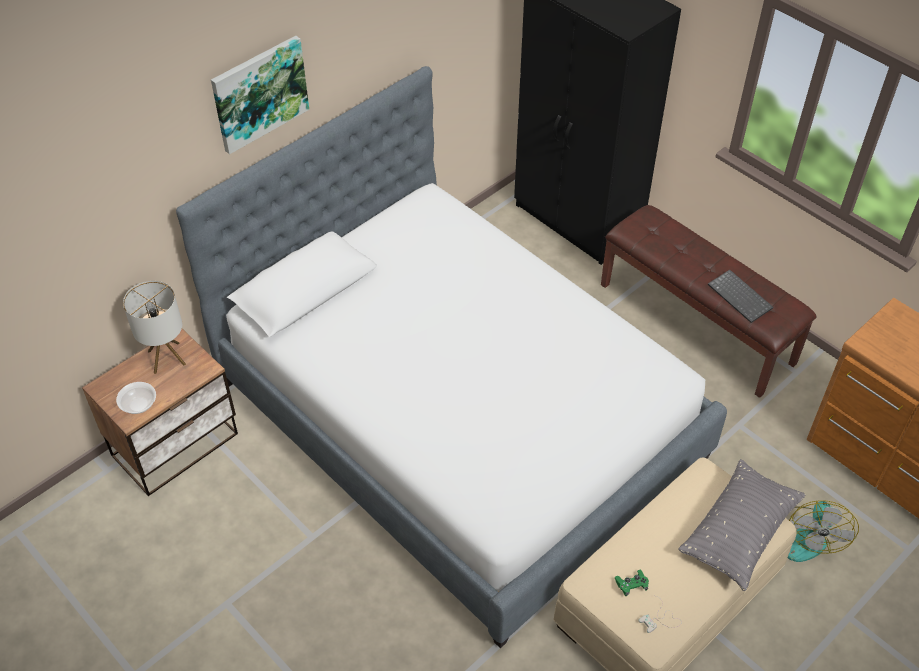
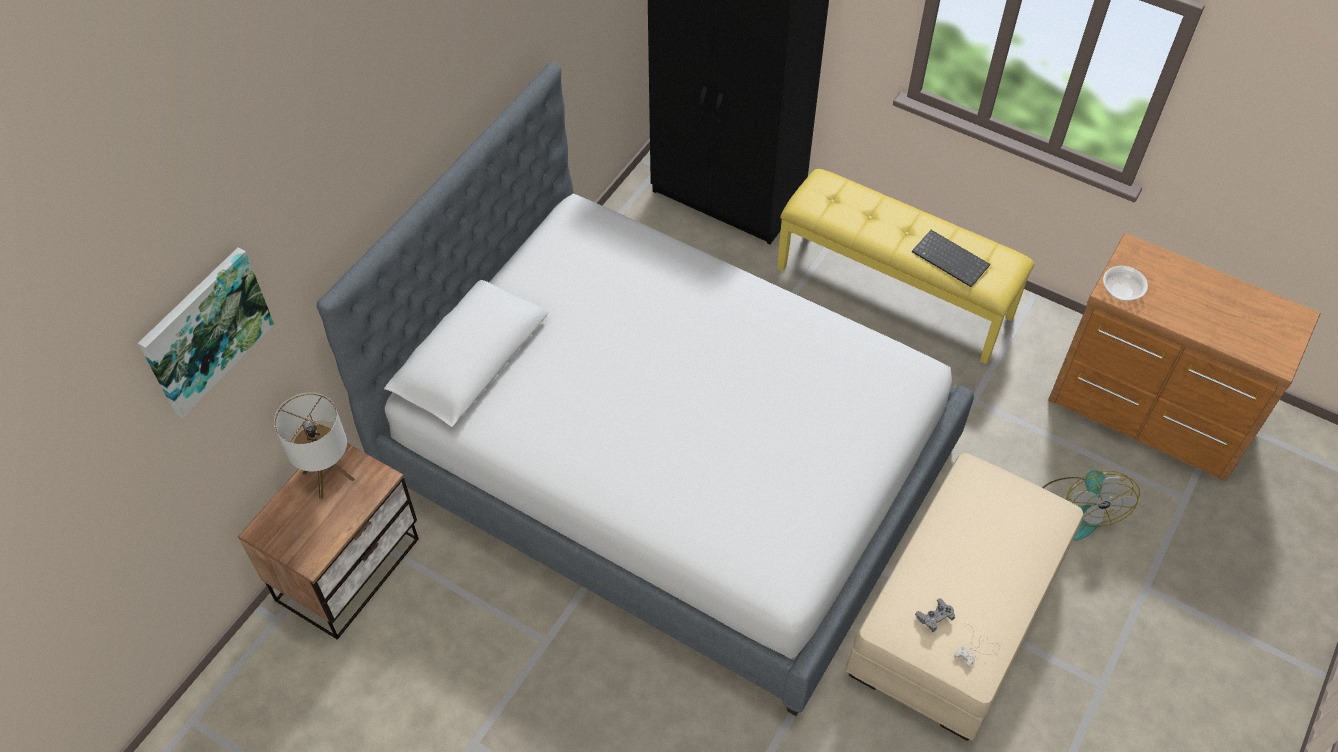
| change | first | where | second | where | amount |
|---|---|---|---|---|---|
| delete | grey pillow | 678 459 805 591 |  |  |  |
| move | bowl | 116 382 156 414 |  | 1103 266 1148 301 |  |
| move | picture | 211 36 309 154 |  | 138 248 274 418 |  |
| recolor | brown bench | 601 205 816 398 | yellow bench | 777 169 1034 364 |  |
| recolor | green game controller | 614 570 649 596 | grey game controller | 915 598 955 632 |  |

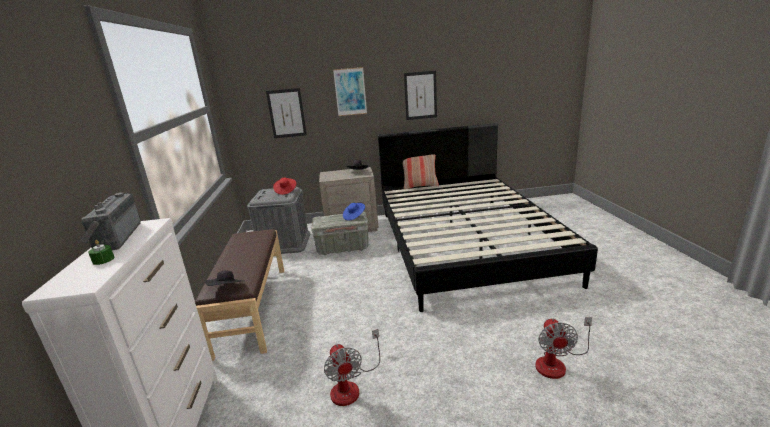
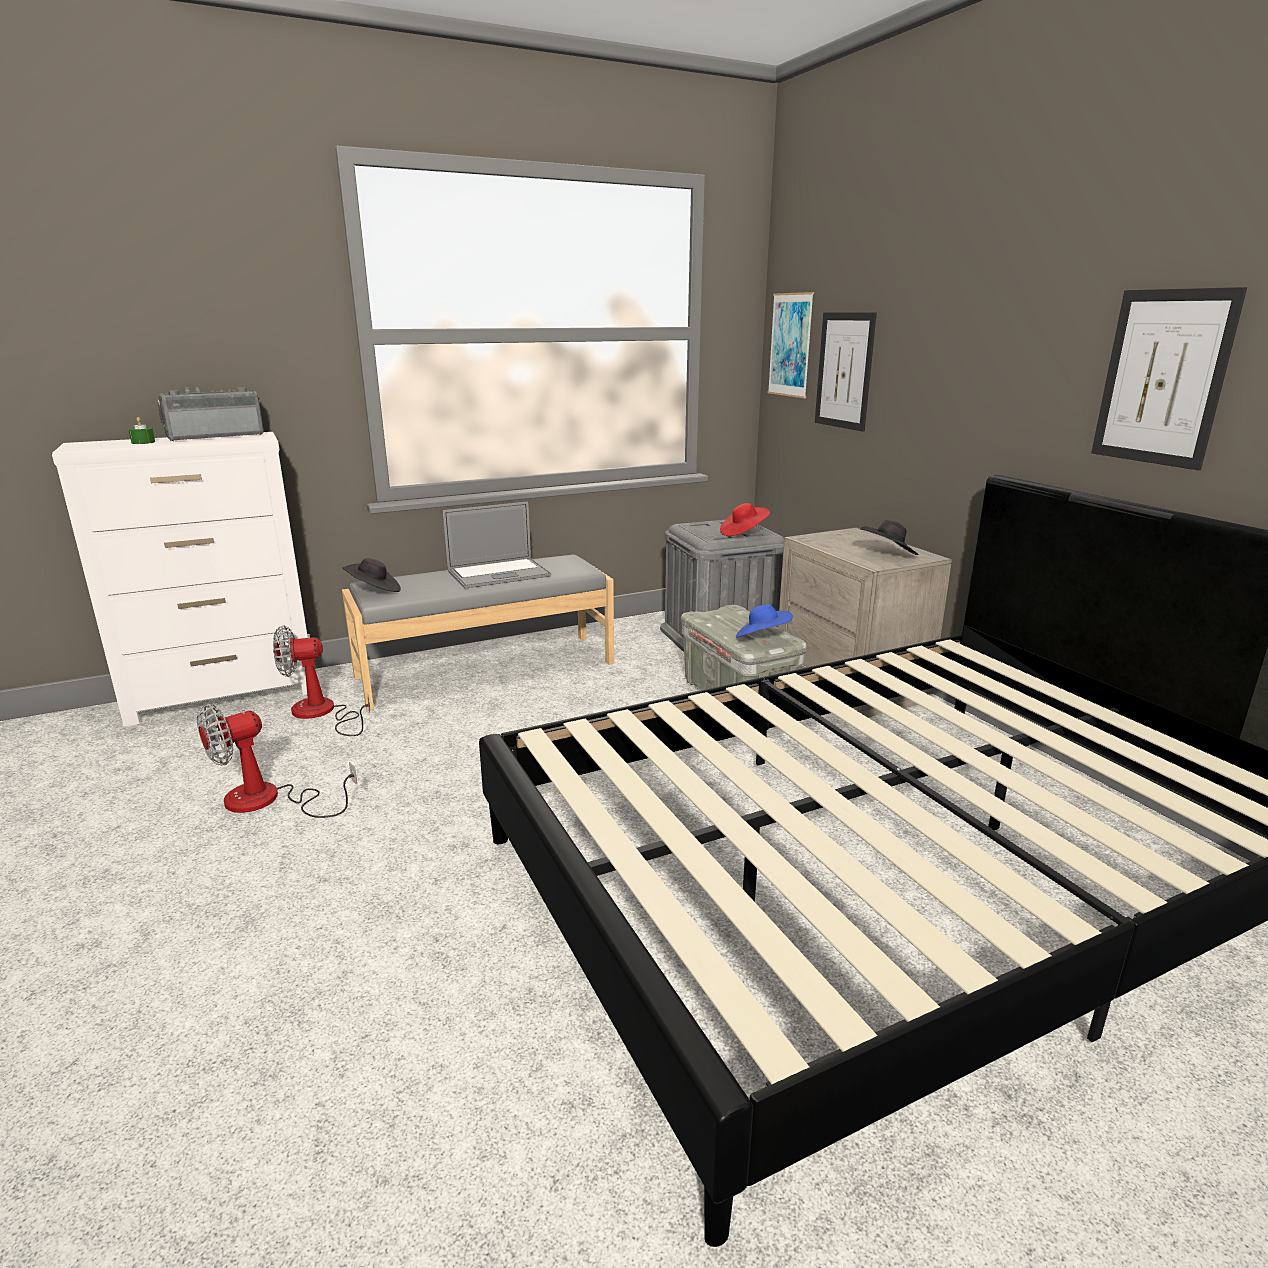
| change | first | where | second | where | amount |
|---|---|---|---|---|---|
| delete | pillow | 403 154 439 189 |  |  |  |
| insert |  |  | laptop | 443 502 551 589 |  |
| move | picture | 333 67 367 116 |  | 767 292 814 398 |  |
| move | fan | 535 317 592 379 |  | 273 625 370 736 |  |
| recolor | brown bench | 195 229 284 361 | grey bench | 342 554 614 711 |  |

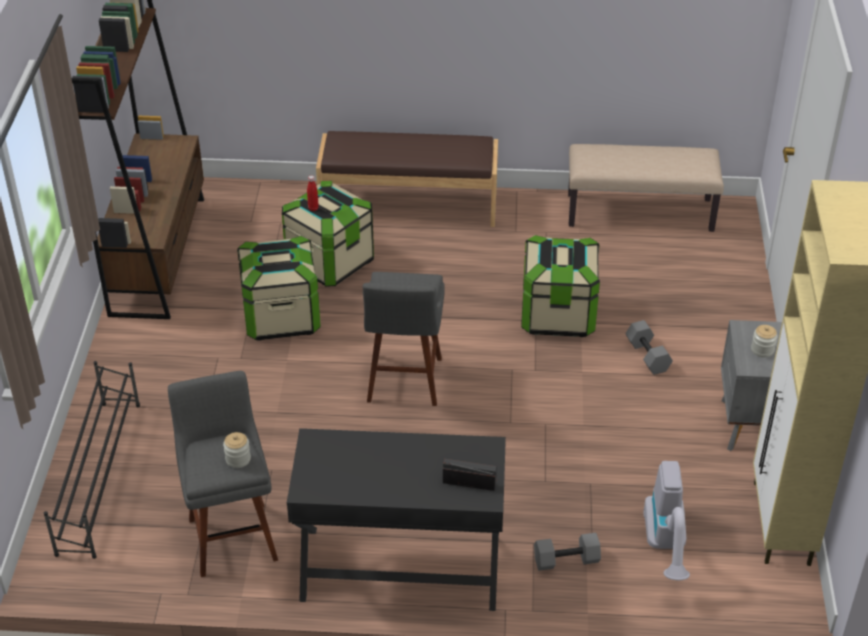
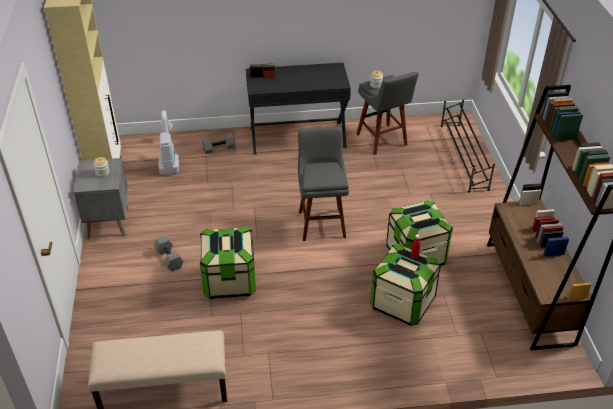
| change | first | where | second | where | amount |
|---|---|---|---|---|---|
| delete | brown bench | 316 131 498 227 |  |  |  |

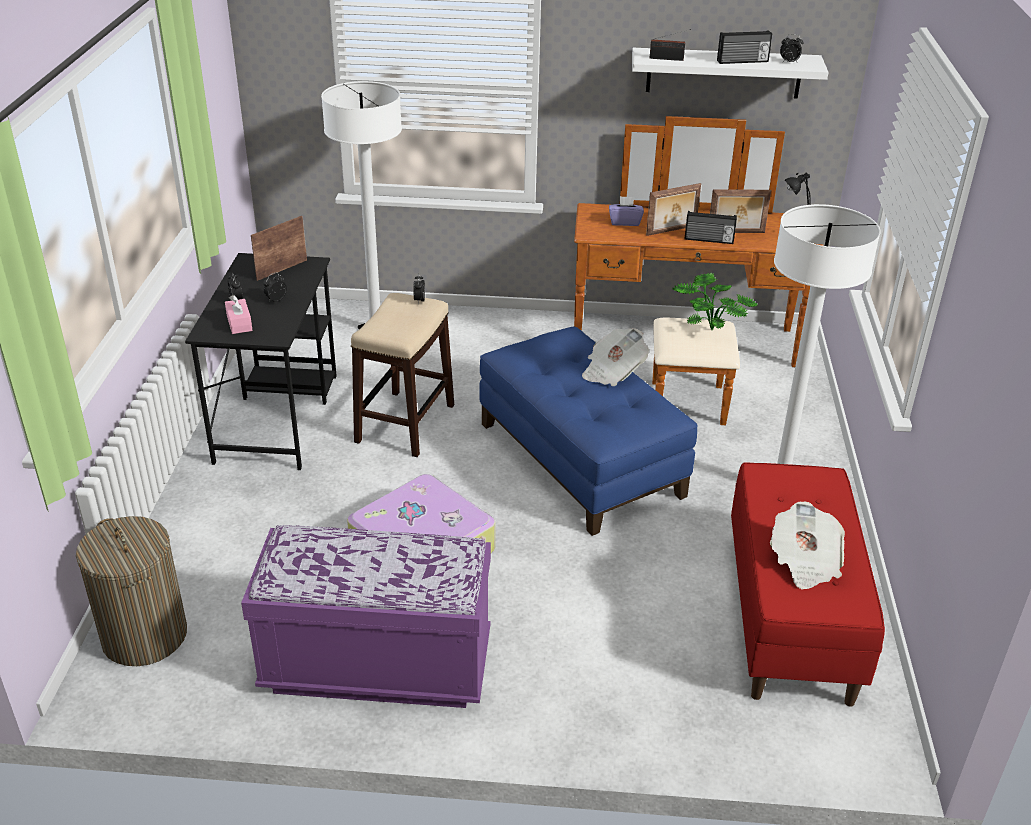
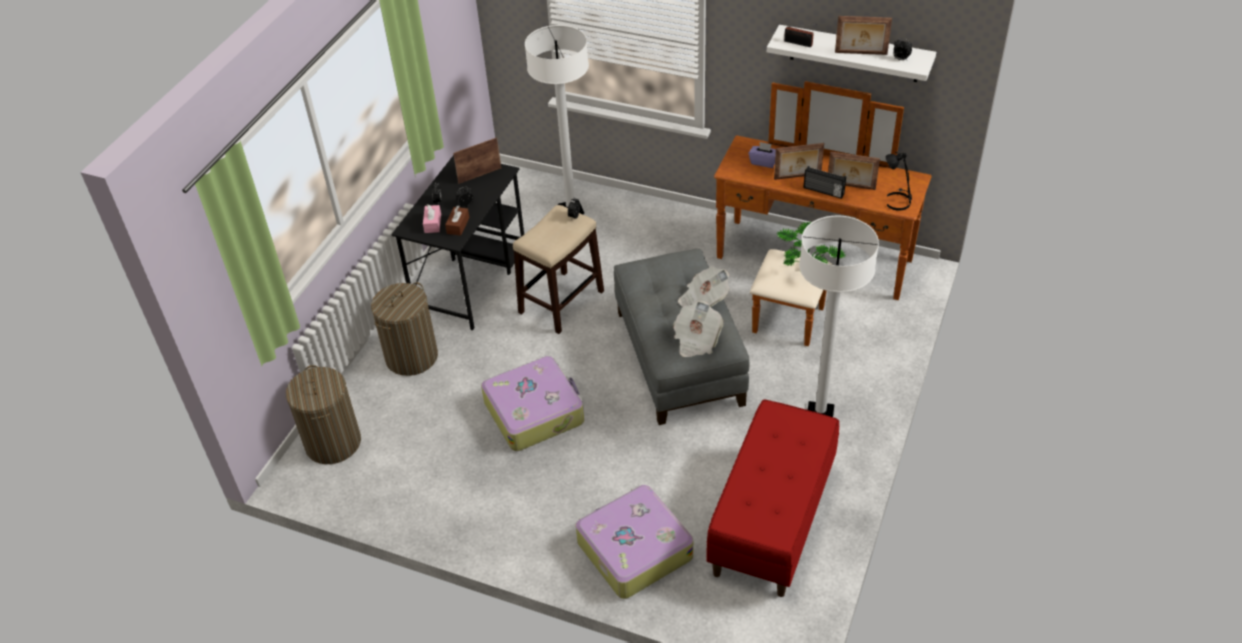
| change | first | where | second | where | amount |
|---|---|---|---|---|---|
| delete | purple bench | 241 525 491 708 |  |  |  |
| insert |  |  | laundry basket | 371 282 438 376 |  |
| insert |  |  | brown tissue box | 445 205 469 236 |  |
| insert |  |  | suitcase | 576 485 693 599 |  |
| move | newspaper | 770 501 845 590 |  | 673 301 723 357 |  |
| replace | radio | 717 30 772 64 | picture frame | 835 16 892 55 |  |
| recolor | blue ottoman | 480 327 697 536 | grey ottoman | 614 249 749 425 |  |

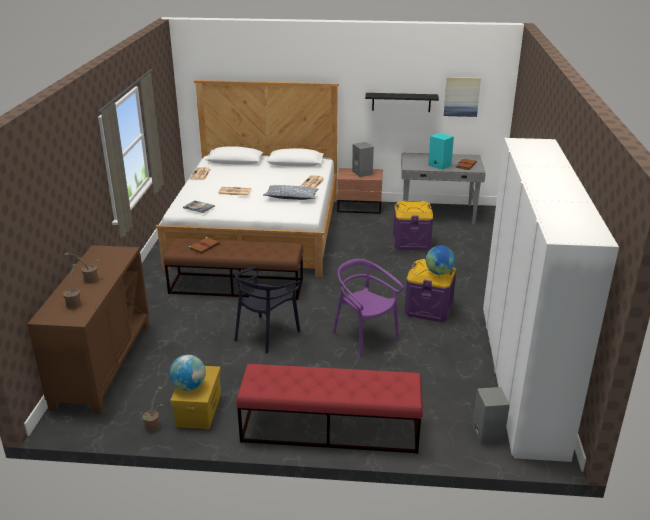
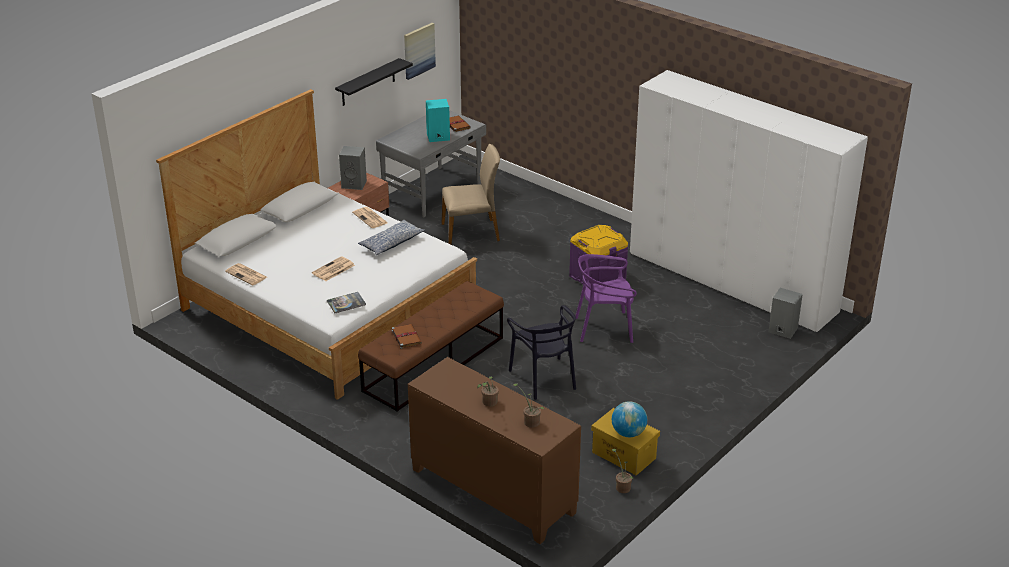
| change | first | where | second | where | amount |
|---|---|---|---|---|---|
| delete | red bench | 236 364 423 454 |  |  |  |
| delete | globe | 426 246 455 275 |  |  |  |
| replace | purple storage box | 393 201 433 250 | beige chair | 442 144 500 245 |  |

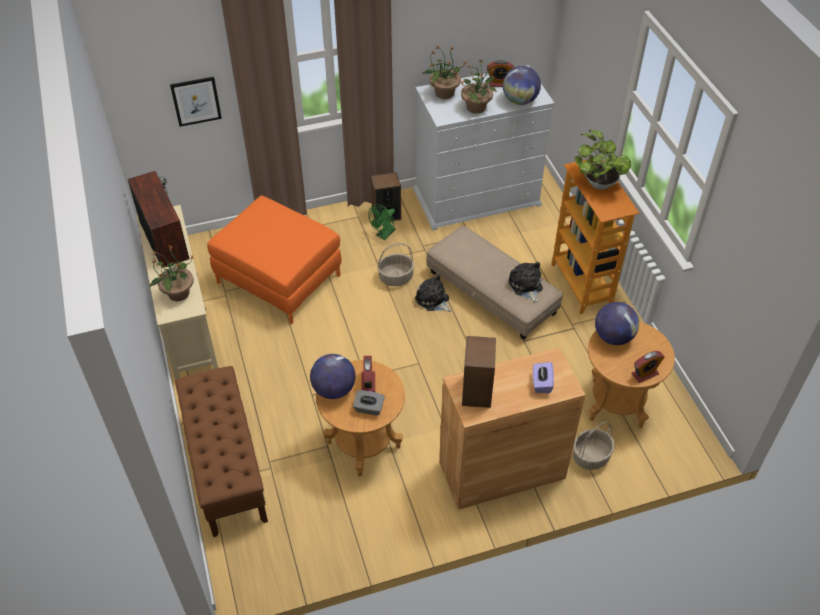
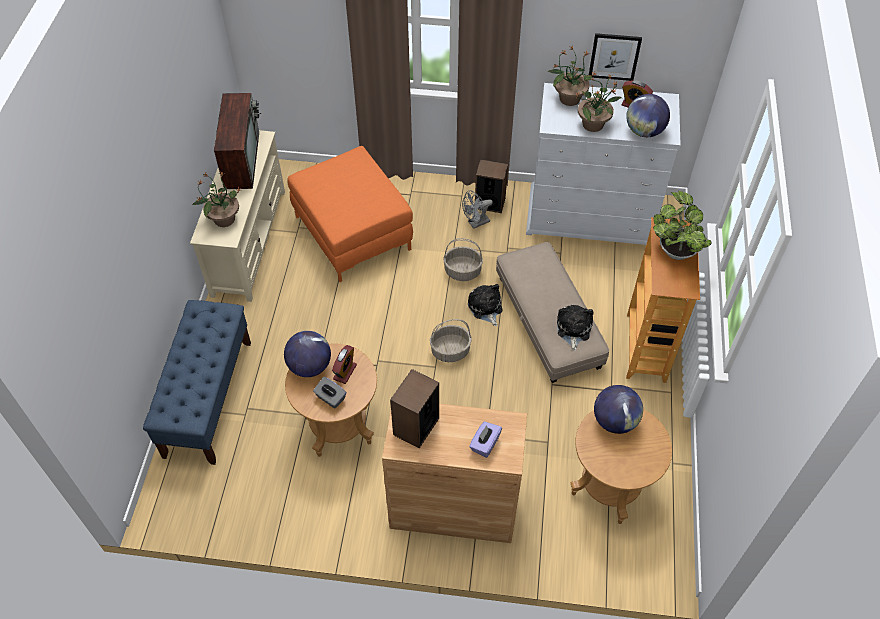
| change | first | where | second | where | amount |
|---|---|---|---|---|---|
| delete | alarm clock | 632 351 665 383 |  |  |  |
| move | picture | 170 77 222 127 |  | 589 33 642 81 |  |
| move | basket | 573 421 615 470 |  | 430 319 472 362 |  |
| recolor | brown bench | 175 366 268 537 | blue bench | 143 300 251 465 |  |
| recolor | green fan | 368 204 396 240 | grey fan | 462 190 493 229 |  |

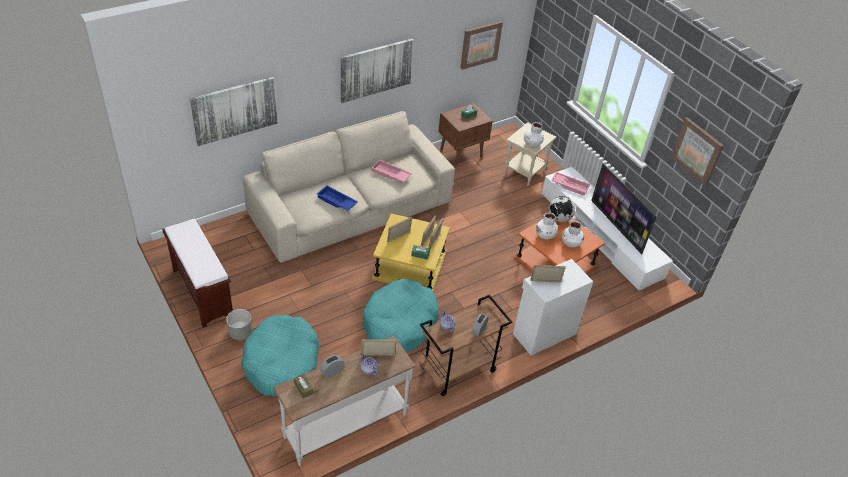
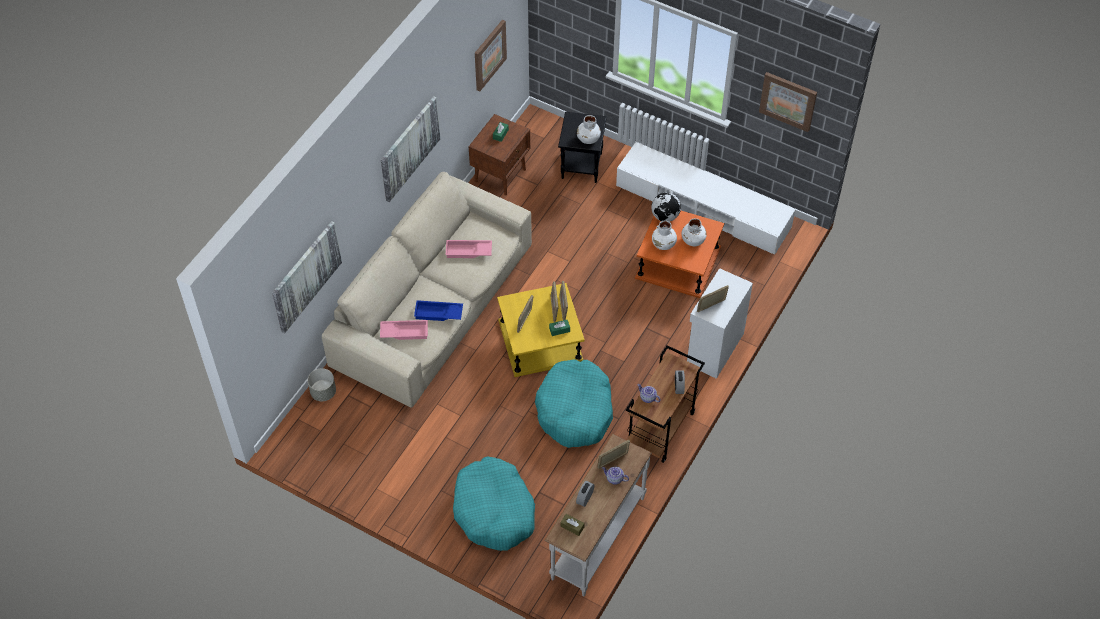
| change | first | where | second | where | amount |
|---|---|---|---|---|---|
| delete | brown bench | 162 219 233 328 |  |  |  |
| delete | television | 591 163 656 254 |  |  |  |
| move | grey planter | 226 309 253 340 |  | 308 368 336 401 |  |
| move | pink tray | 551 172 591 196 |  | 380 320 428 340 |  |
| recolor | beige side table | 504 122 556 186 | black side table | 558 112 607 183 |  |

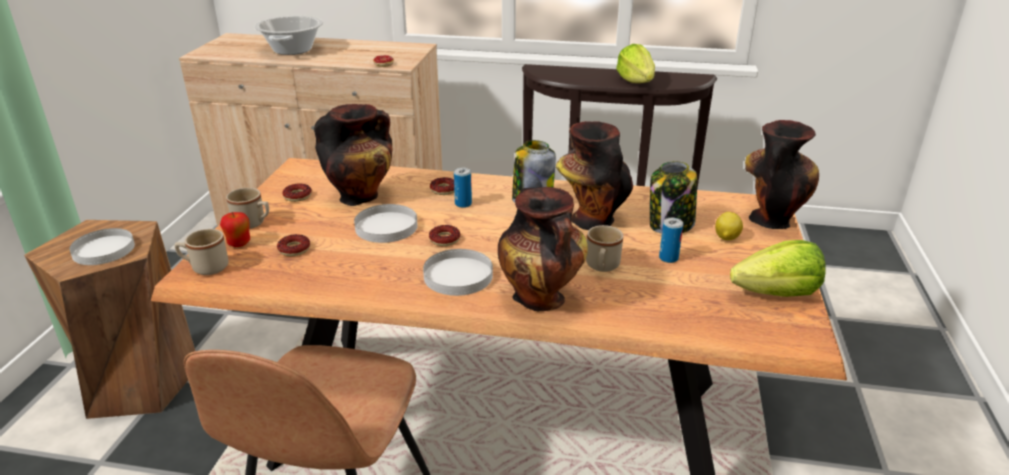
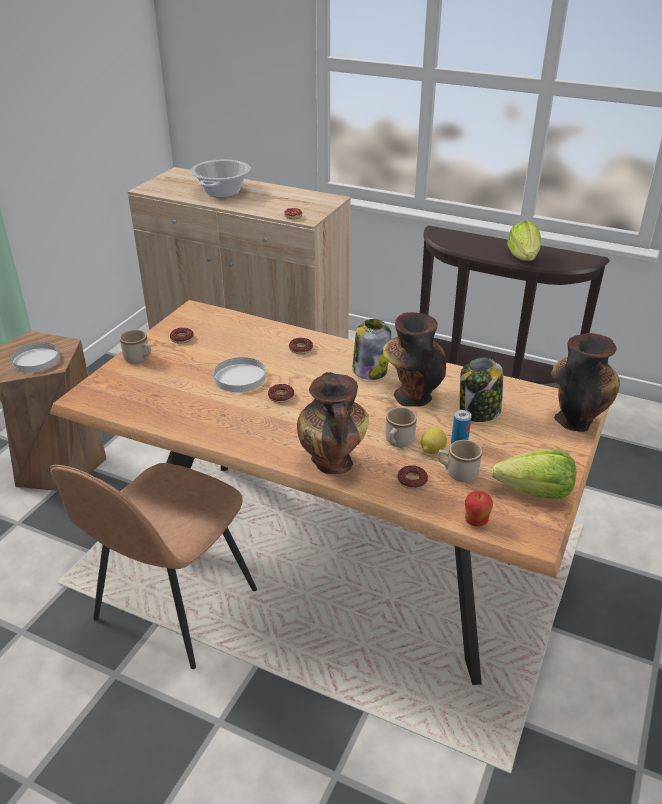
| change | first | where | second | where | amount |
|---|---|---|---|---|---|
| delete | vase | 314 104 392 206 |  |  |  |
| delete | white plate | 423 249 493 296 |  |  |  |
| delete | can | 454 168 472 208 |  |  |  |
| move | beige mug | 174 229 229 275 |  | 438 440 482 482 |  |
| move | apple | 220 212 250 247 |  | 465 491 493 527 |  |
| move | donut | 277 234 310 256 |  | 397 465 428 489 |  |
| move | lemon | 715 212 743 240 |  | 421 427 447 454 |  |

